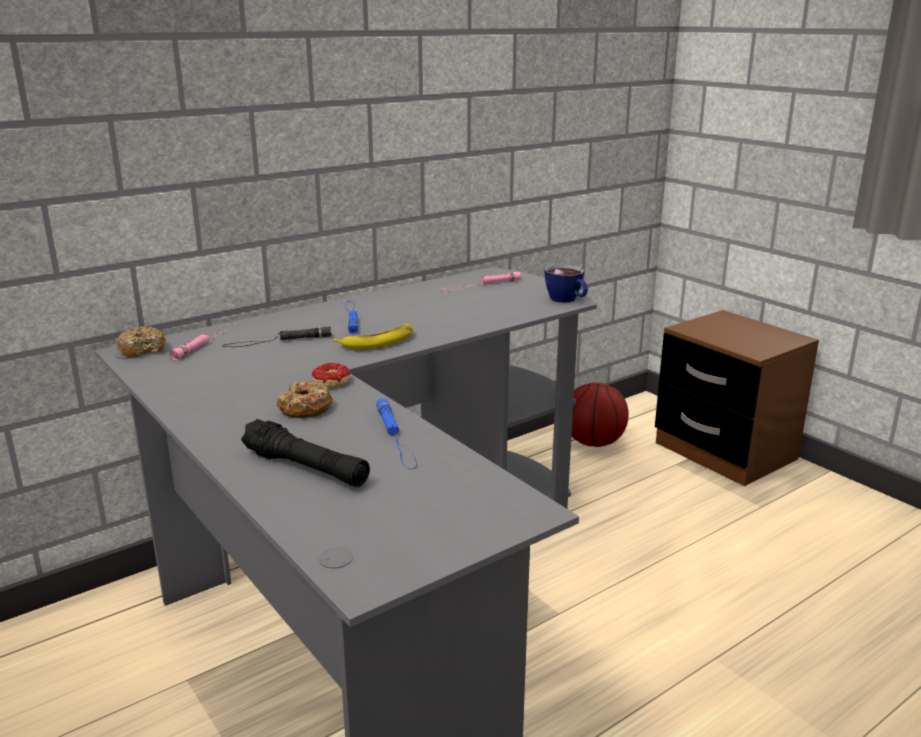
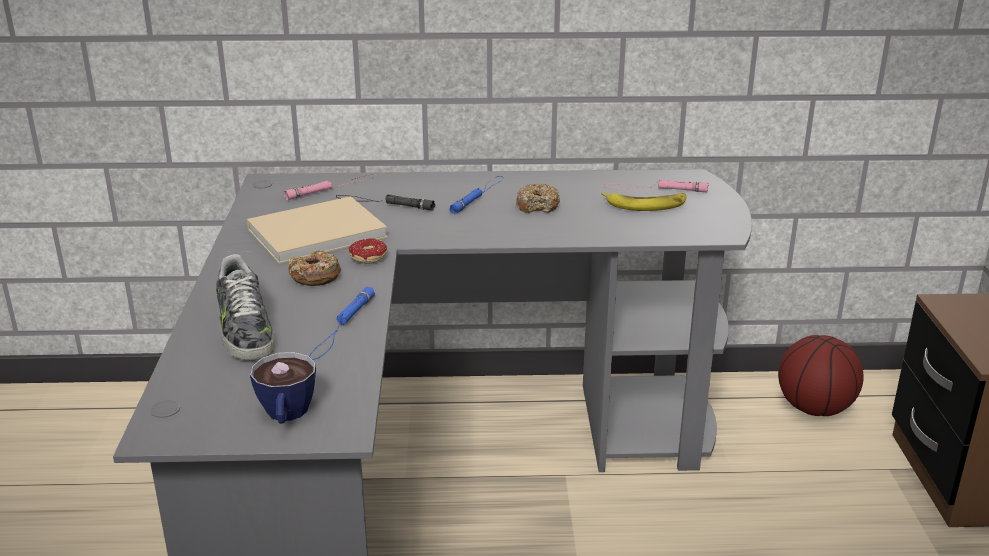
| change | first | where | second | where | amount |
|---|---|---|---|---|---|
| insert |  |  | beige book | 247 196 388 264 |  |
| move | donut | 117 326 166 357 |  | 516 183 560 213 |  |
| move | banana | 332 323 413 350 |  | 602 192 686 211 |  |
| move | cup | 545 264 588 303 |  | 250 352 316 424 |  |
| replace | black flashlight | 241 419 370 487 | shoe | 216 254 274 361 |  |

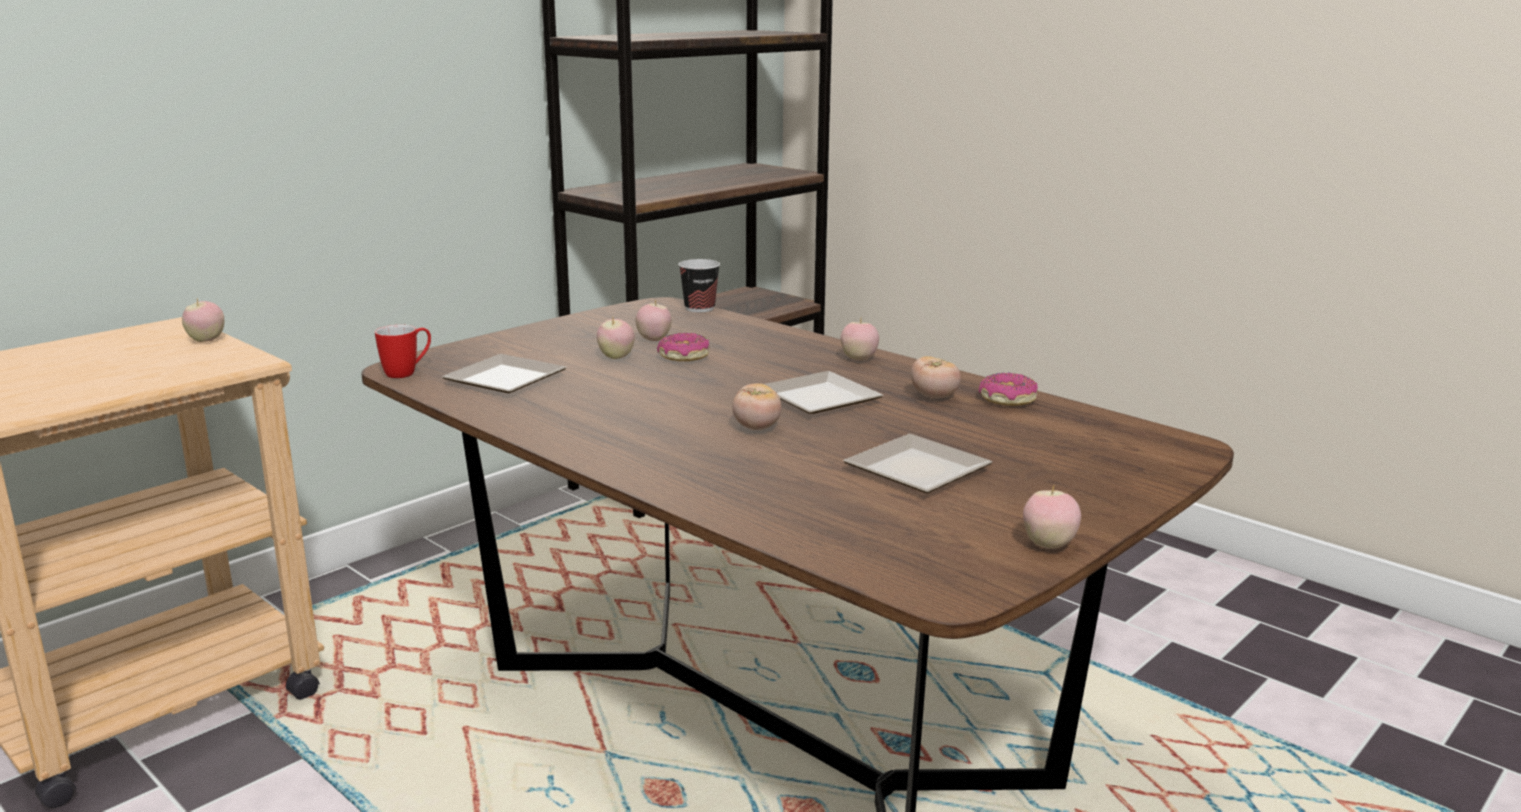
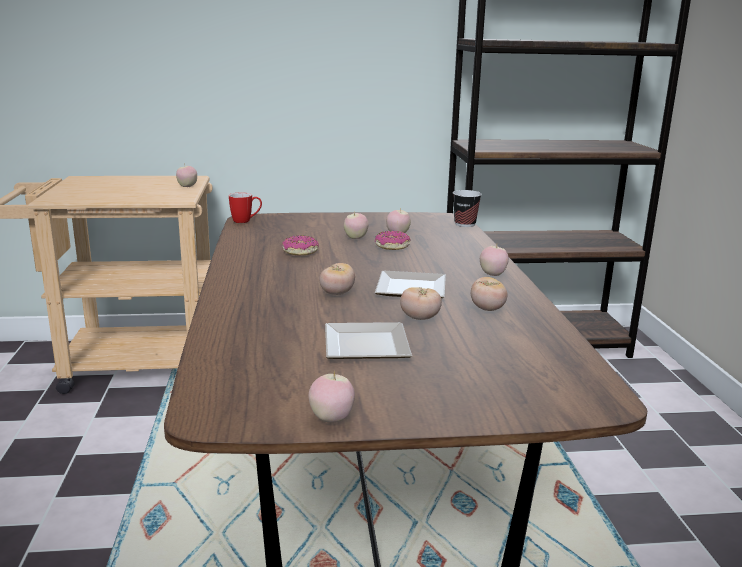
| change | first | where | second | where | amount |
|---|---|---|---|---|---|
| delete | plate | 442 354 567 393 |  |  |  |
| insert |  |  | tomato | 400 287 442 320 |  |
| move | donut | 979 373 1038 406 |  | 282 235 319 255 |  |

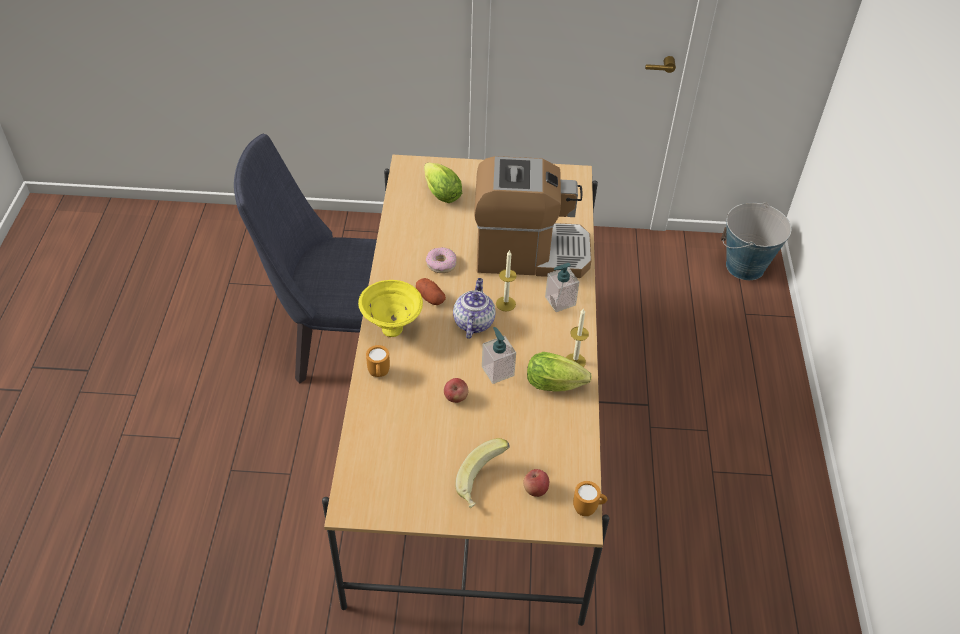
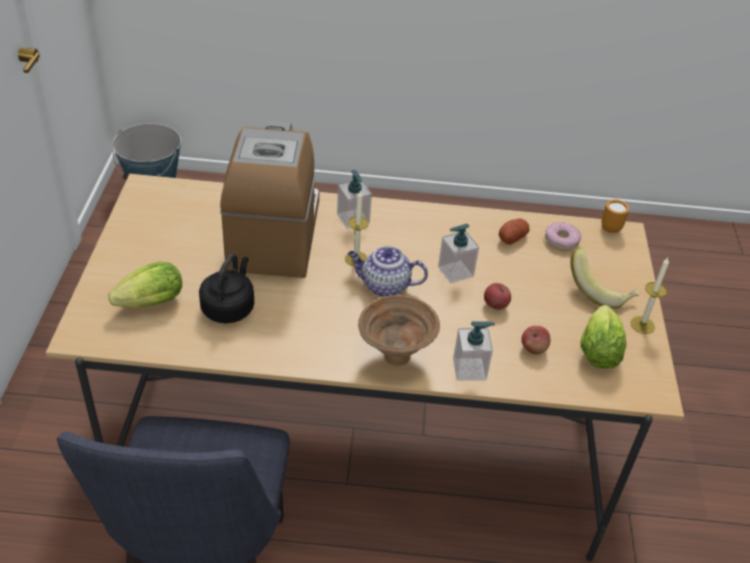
| change | first | where | second | where | amount |
|---|---|---|---|---|---|
| insert |  |  | black kettle | 199 254 254 323 |  |
| move | potato | 416 278 446 305 |  | 499 218 530 244 |  |
| move | donut | 426 247 457 273 |  | 545 222 581 250 |  |
| move | apple | 523 469 549 497 |  | 521 326 550 354 |  |
| move | lettuce | 527 352 592 391 |  | 580 305 626 369 |  |
| move | candle | 566 308 589 367 |  | 631 258 669 334 |  |
| replace | orange mug | 366 345 390 377 | soap dispenser | 453 321 495 381 |  |
| recolor | yellow bowl | 358 280 423 337 | brown bowl | 358 295 440 366 |  |

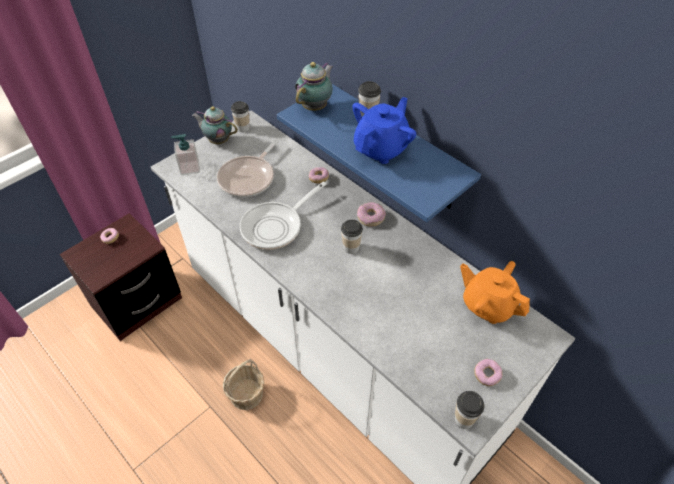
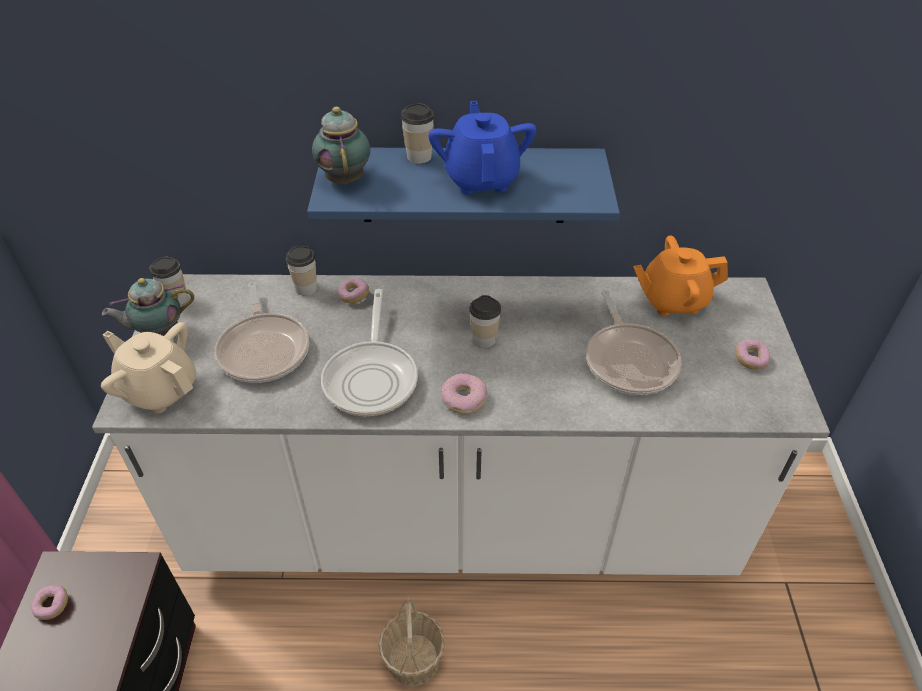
| change | first | where | second | where | amount |
|---|---|---|---|---|---|
| insert |  |  | frying pan | 586 290 682 395 |  |
| move | donut | 357 202 386 226 |  | 441 373 487 414 |  |
| move | cup | 454 391 484 429 |  | 286 246 317 296 |  |
| replace | soap dispenser | 171 134 200 176 | beige teapot | 101 322 196 414 |  |

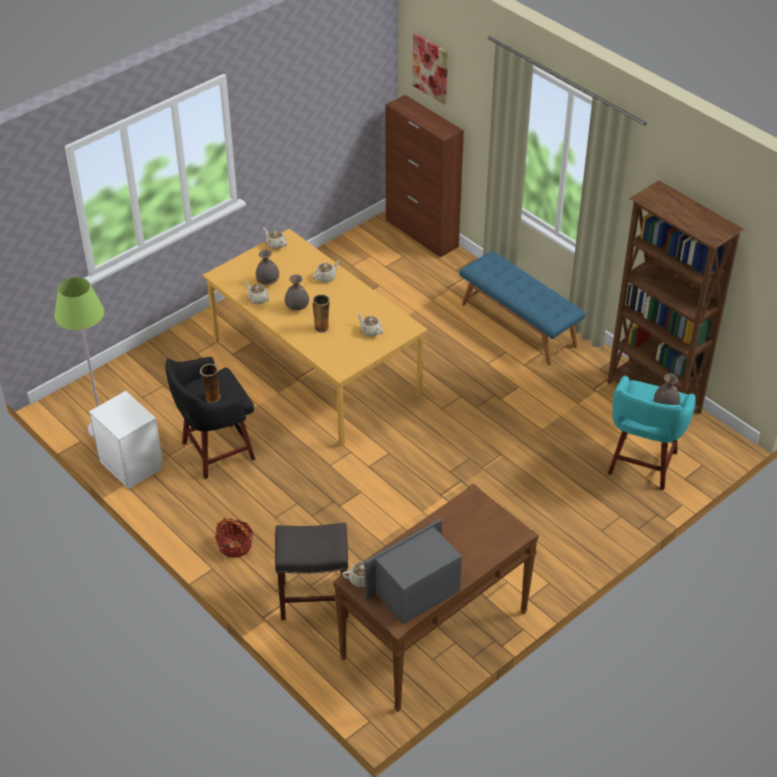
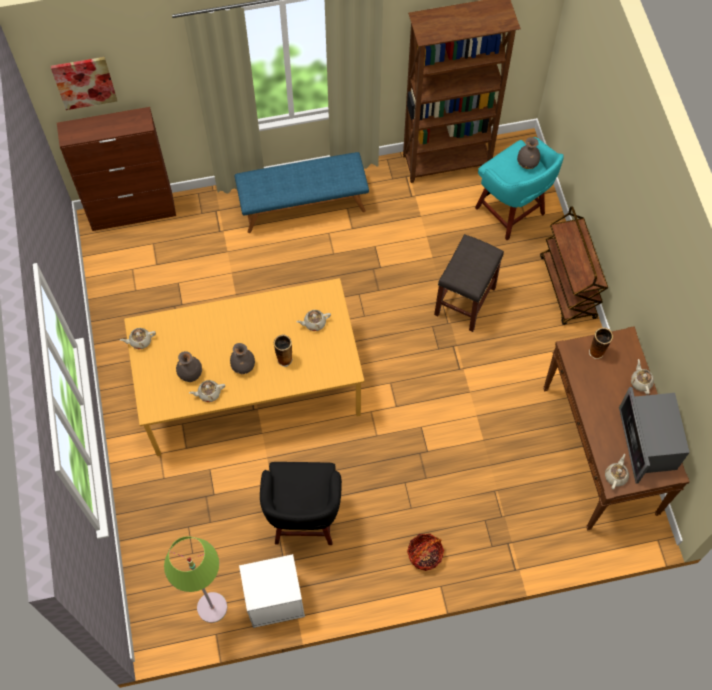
| change | first | where | second | where | amount |
|---|---|---|---|---|---|
| insert |  |  | brown cart | 540 206 608 325 |  |
| move | vase | 200 364 220 403 |  | 589 327 613 359 |  |
| move | grey stool | 275 523 348 620 |  | 434 234 504 332 |  |
| move | beige teapot | 313 260 339 283 |  | 631 359 654 395 |  |

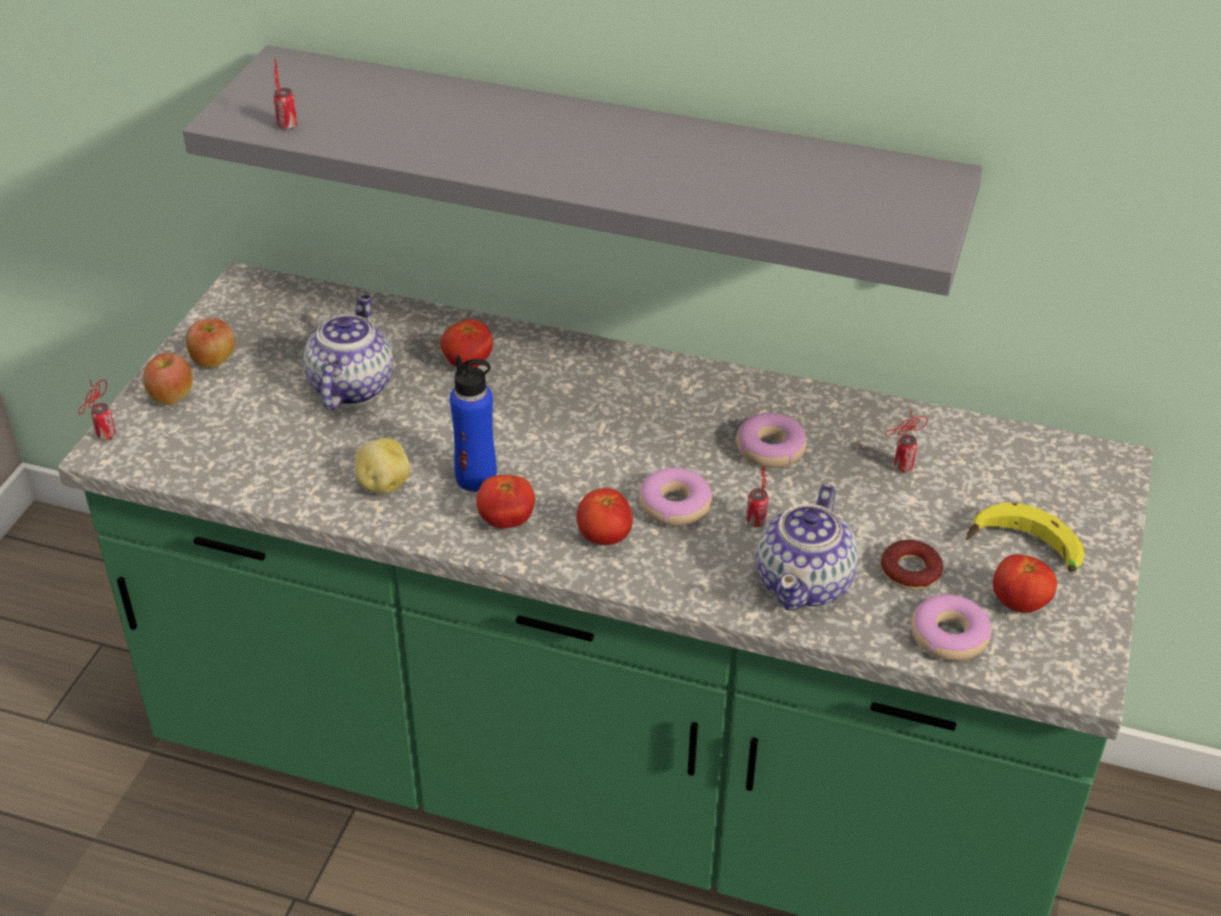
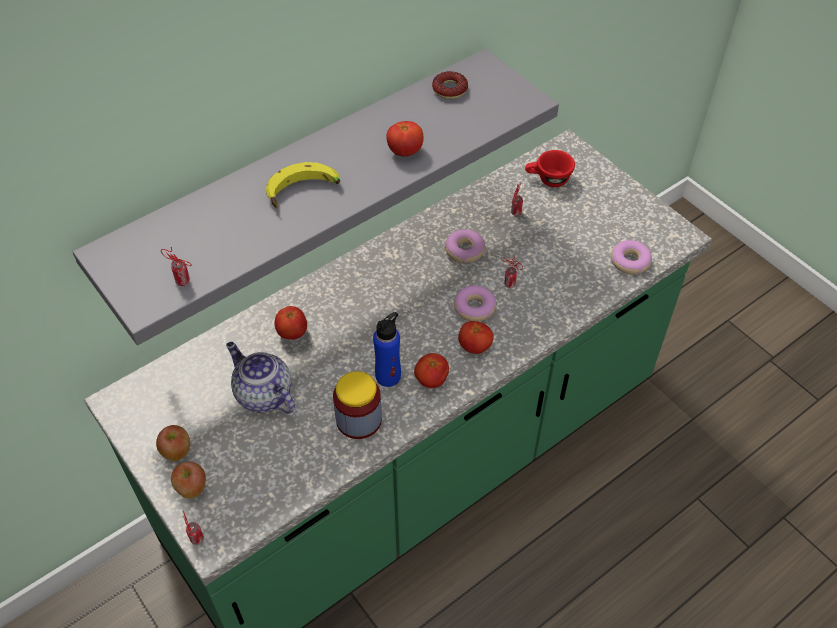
| change | first | where | second | where | amount |
|---|---|---|---|---|---|
| delete | teapot | 756 484 859 610 |  |  |  |
| insert |  |  | red cup | 525 150 575 187 |  |
| move | donut | 881 540 943 590 |  | 432 71 468 99 |  |
| move | banana | 966 502 1085 572 |  | 266 162 340 209 |  |
| move | tomato | 993 554 1057 613 |  | 386 121 423 156 |  |
| replace | potato | 354 438 410 494 | jar | 333 371 382 439 |  |

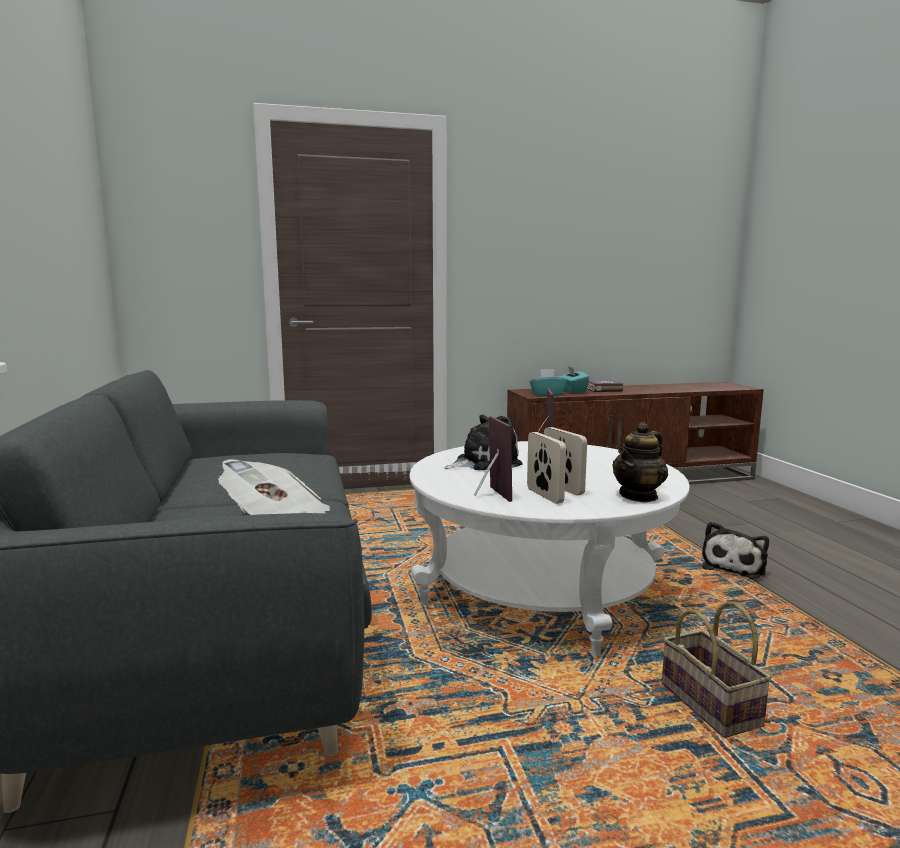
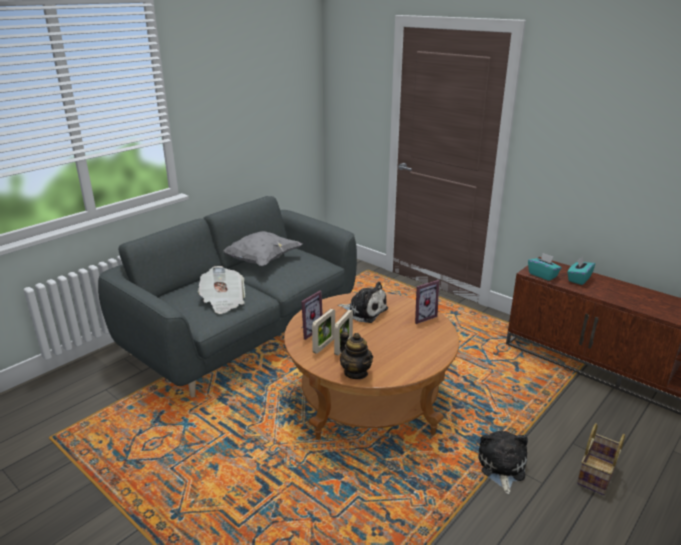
| change | first | where | second | where | amount |
|---|---|---|---|---|---|
| delete | book | 587 381 623 392 |  |  |  |
| insert |  |  | grey pillow | 218 231 303 267 |  |
| move | basket | 662 601 772 738 |  | 577 423 625 495 |  |
| recolor | white coffee table | 409 441 690 657 | brown coffee table | 284 293 459 440 |  |
| rotate | teapot | 612 422 668 502 |  | 340 332 373 379 | 135 degrees counterclockwise |
| rotate | plush toy | 702 522 769 579 |  | 478 431 528 494 | 105 degrees clockwise |

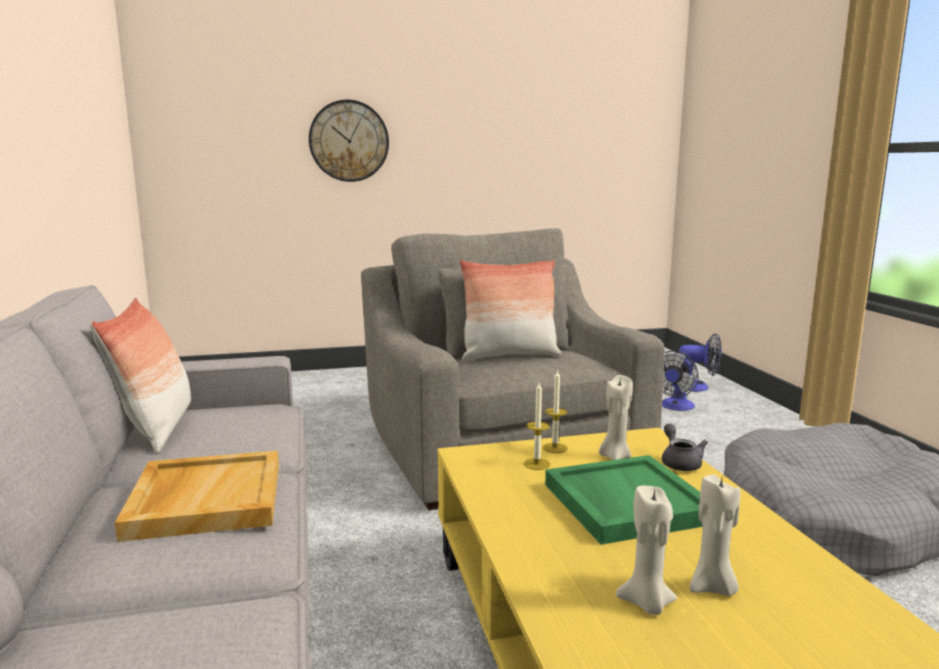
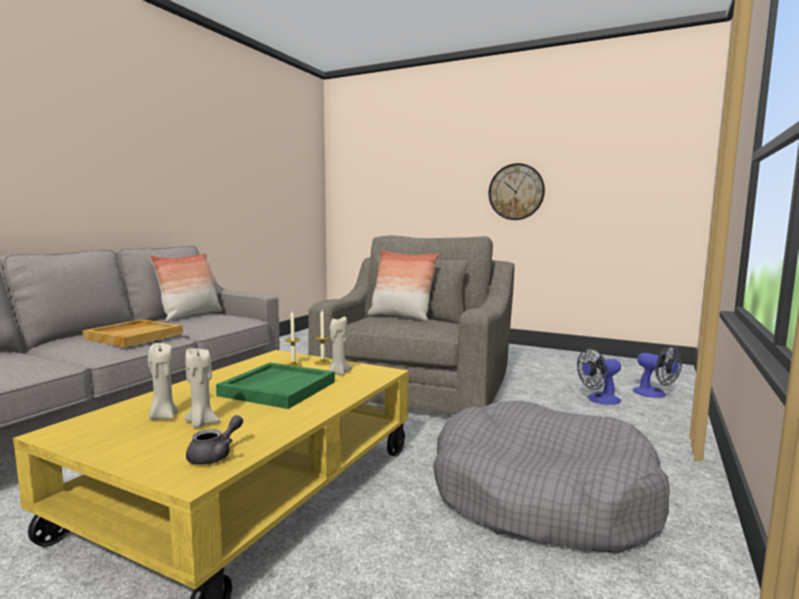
| change | first | where | second | where | amount |
|---|---|---|---|---|---|
| move | wall clock | 309 99 389 182 |  | 489 163 545 220 |  |
| move | grey teapot | 662 424 708 471 |  | 186 415 243 465 |  |

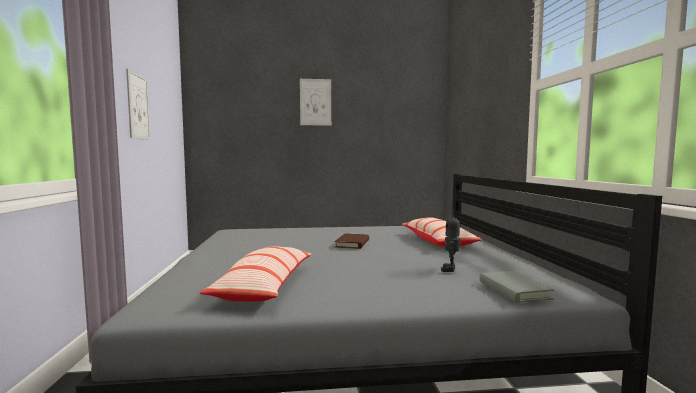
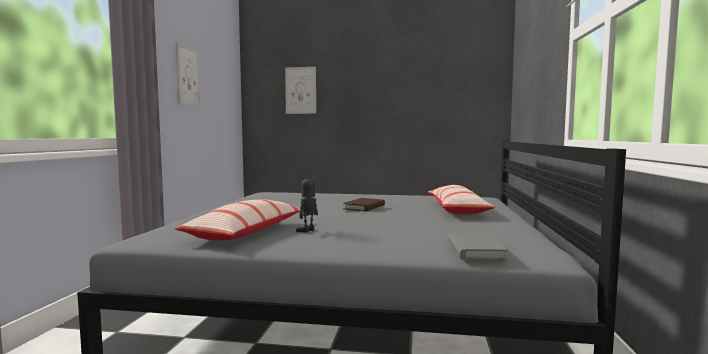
| change | first | where | second | where | amount |
|---|---|---|---|---|---|
| move | picture | 300 79 331 126 |  | 285 67 316 114 |  |
| move | toy robot | 441 210 461 272 |  | 296 176 318 233 |  |

